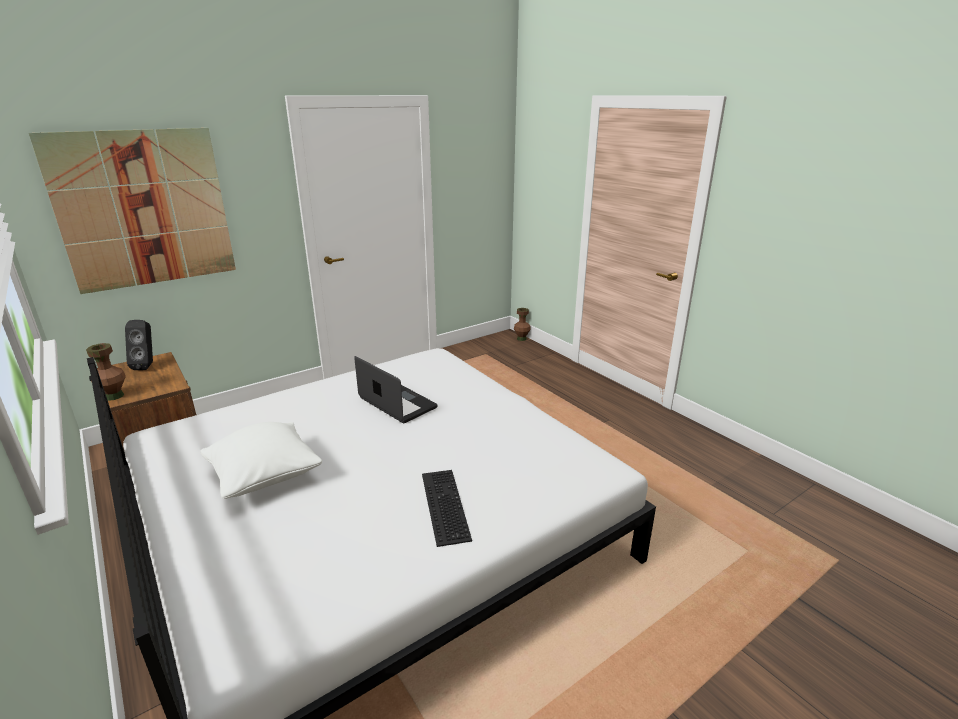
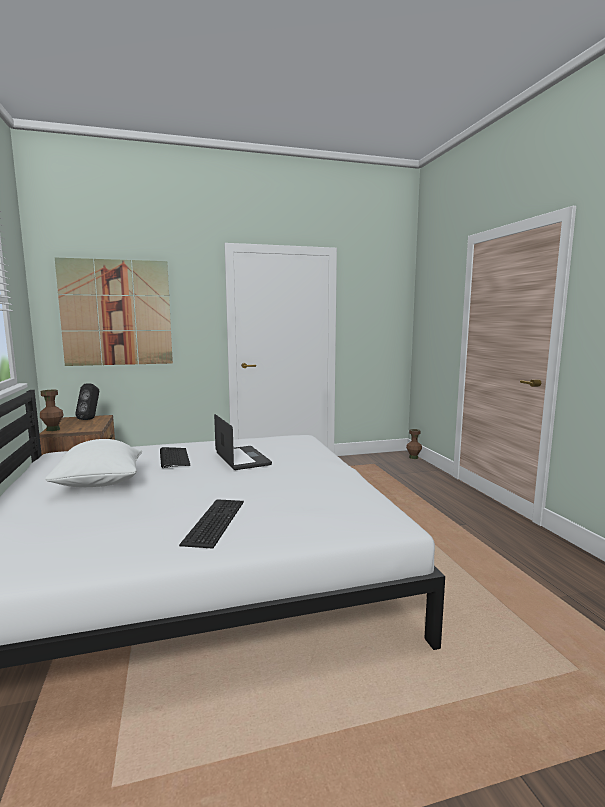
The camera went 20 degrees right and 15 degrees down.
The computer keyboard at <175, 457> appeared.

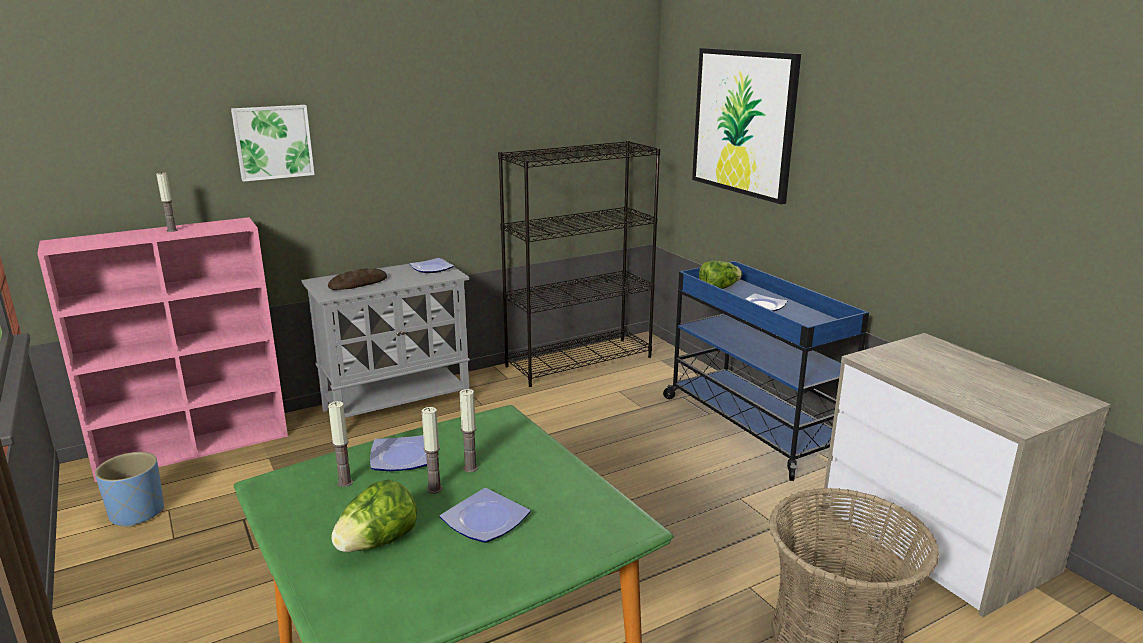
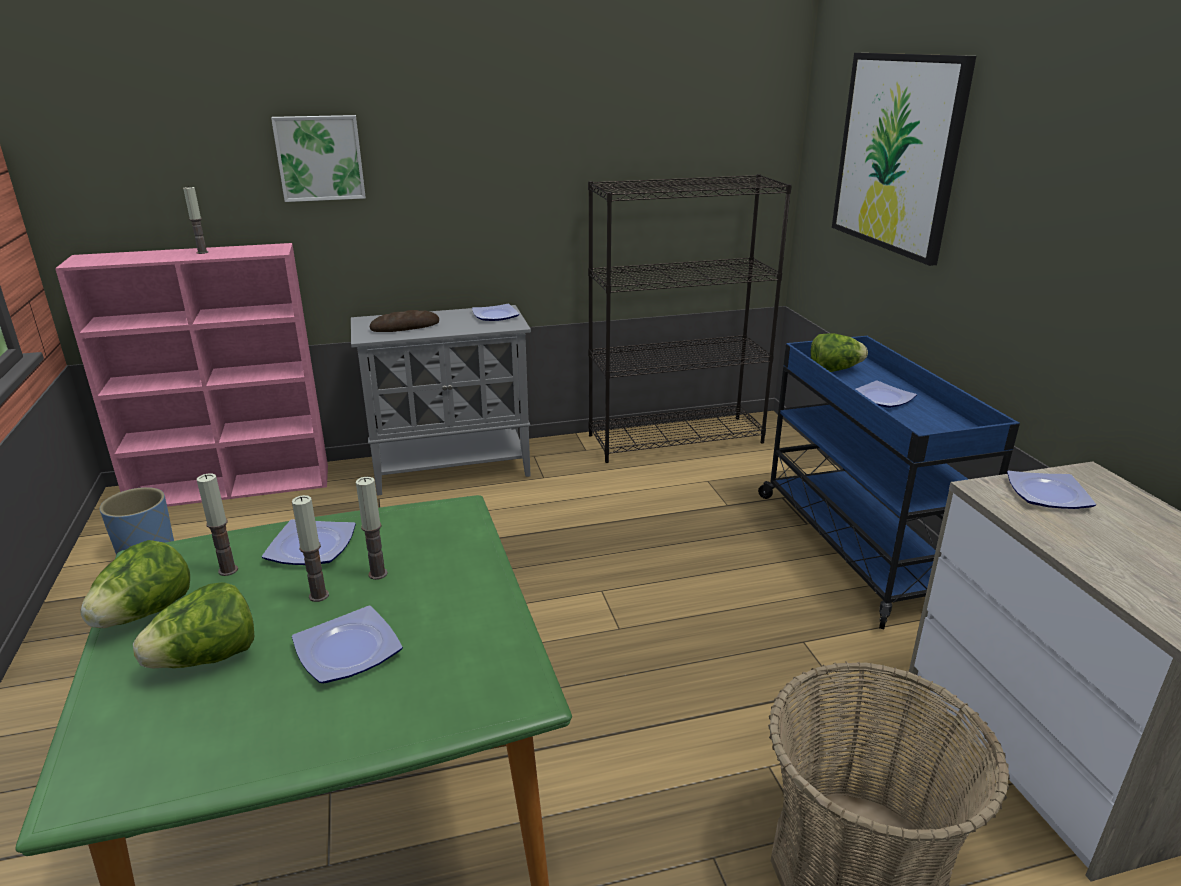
The camera went 15 degrees right and 5 degrees up.
The lettuce at <135, 584> appeared.
The dinner plate at <1051, 490> appeared.

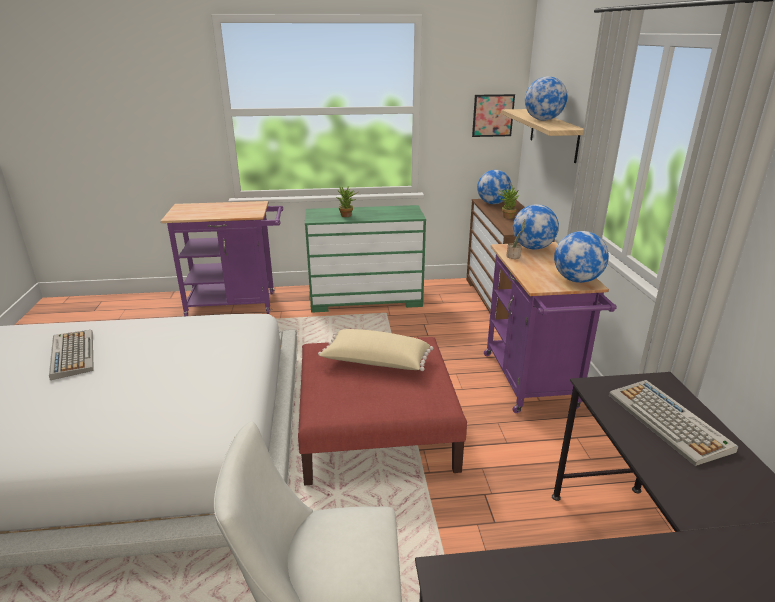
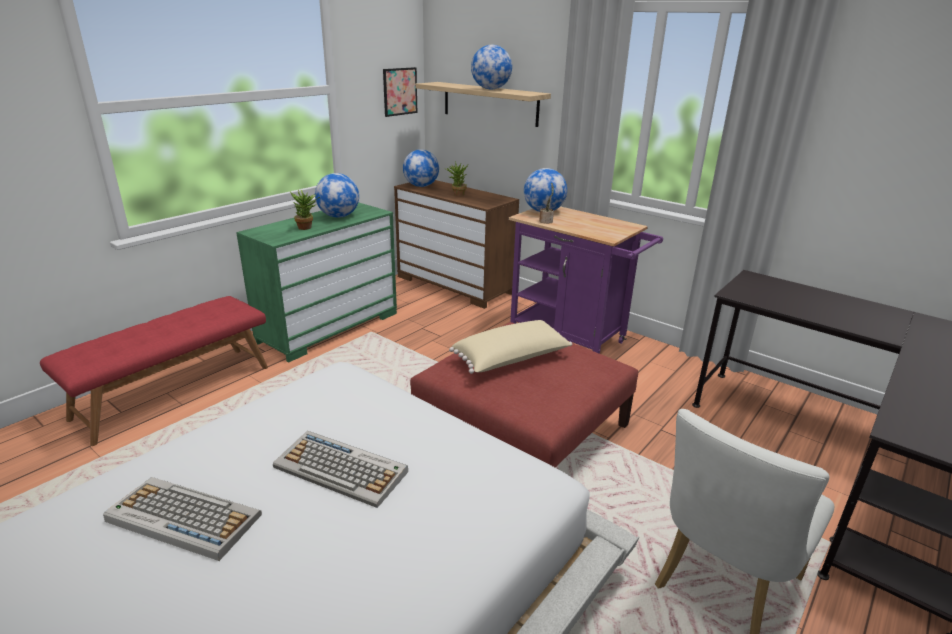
The camera went 45 degrees left and 0 degrees up.
The world globe moved from <581, 257> to <337, 195>.
The computer keyboard moved from <674, 423> to <340, 469>.
The purple cart at <222, 258> was replaced by the red indoor bench at <154, 371>.

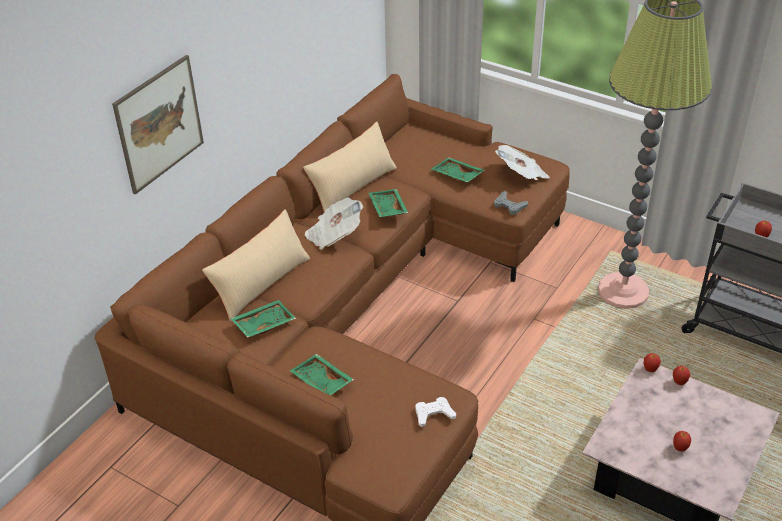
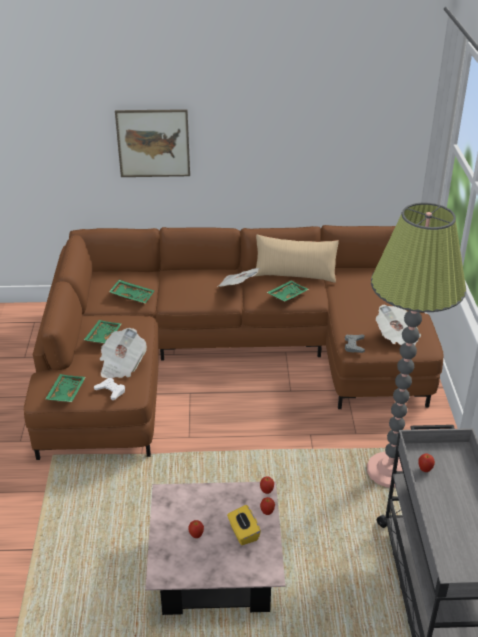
The camera went 55 degrees right and 5 degrees down.
The beige-coloured cushion at <256, 265> disappeared.
The newspaper at <123, 353> appeared.
The yellow-coloured tissue holder at <244, 525> appeared.
The green carrying tray moved from <458, 169> to <65, 388>.

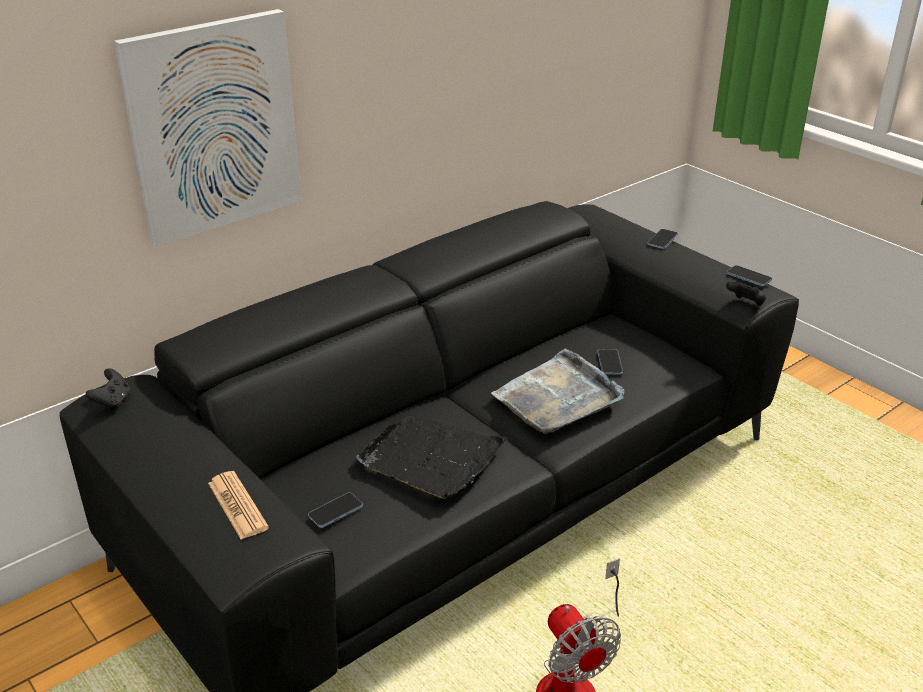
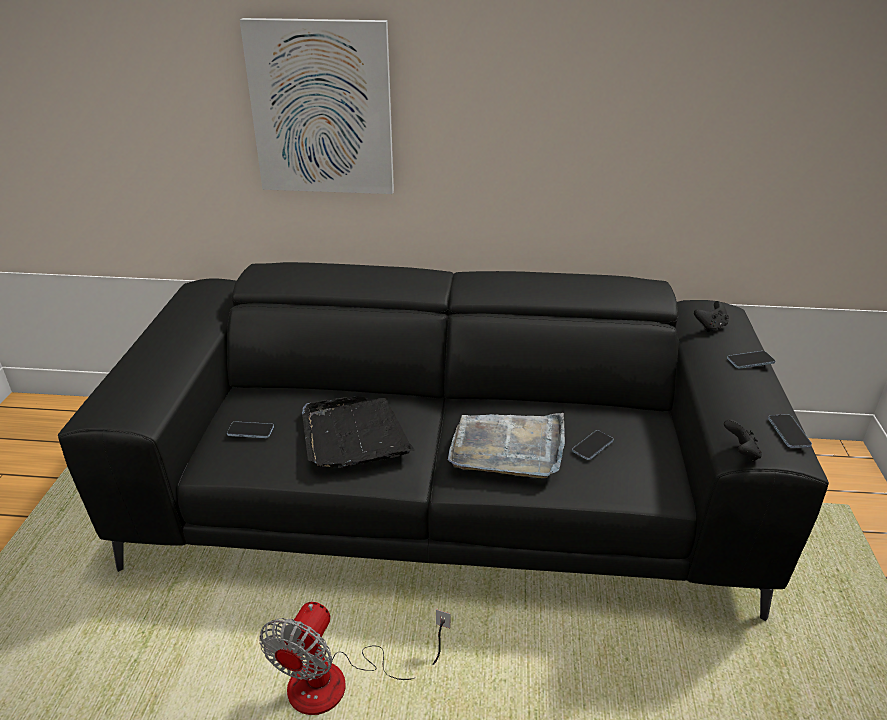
The camera went 45 degrees right and 0 degrees up.
The newspaper at <238, 505> disappeared.
The black-coloured joypad moved from <108, 389> to <711, 316>.

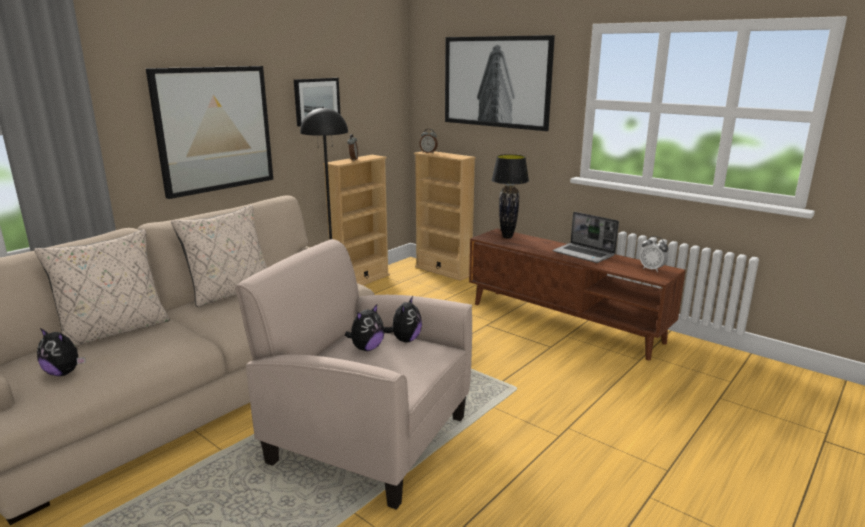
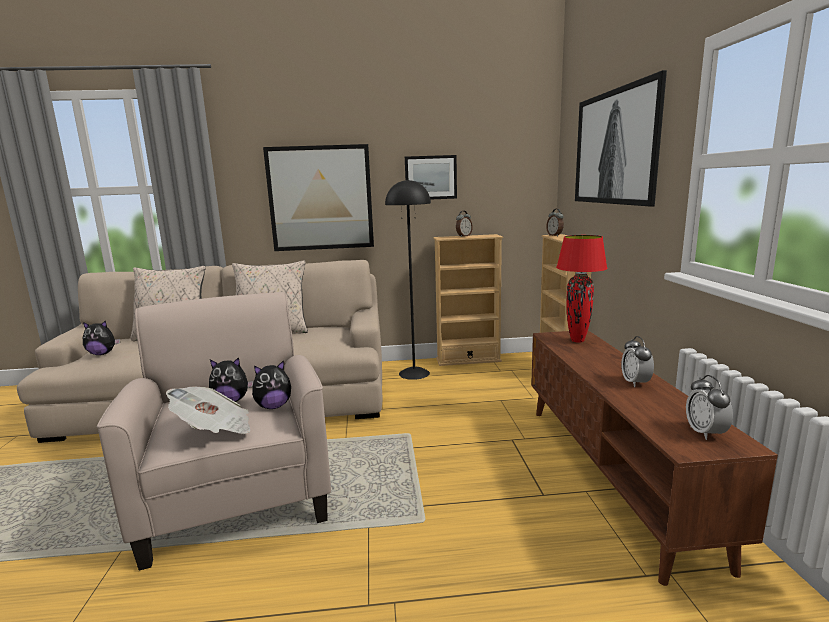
The camera went 45 degrees right and 5 degrees down.
The newspaper at <208, 410> appeared.
The laptop at <585, 237> was replaced by the table clock at <637, 361>.
The black-coloured table lamp at <510, 196> became the red table lamp at <582, 289>.
The cuddly toy at <61, 352> turned 75 degrees counterclockwise.

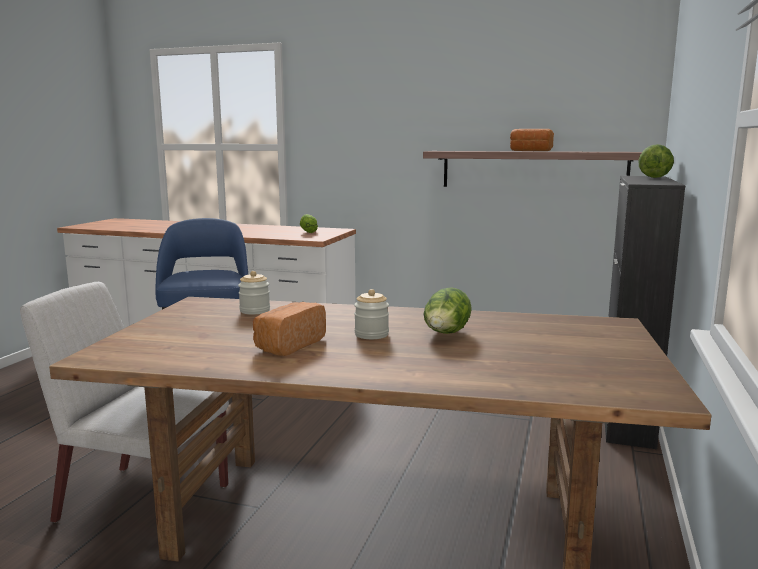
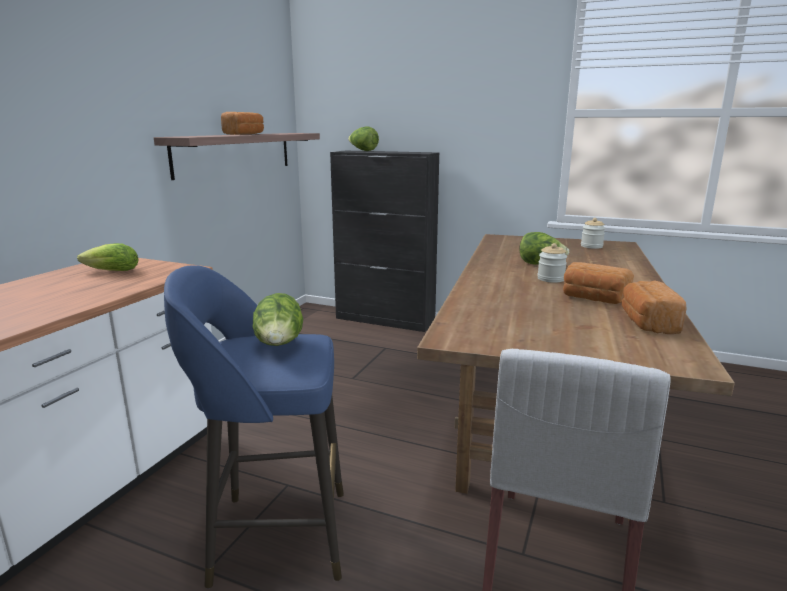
The camera went 85 degrees left and 5 degrees up.
The lettuce at <277, 319> appeared.
The bread at <654, 307> appeared.
The preserve jar moved from <254, 293> to <593, 233>.

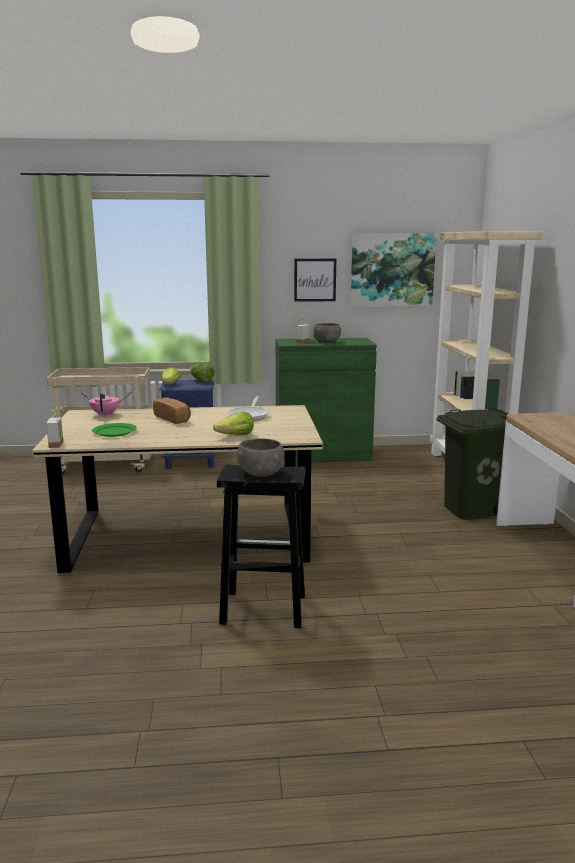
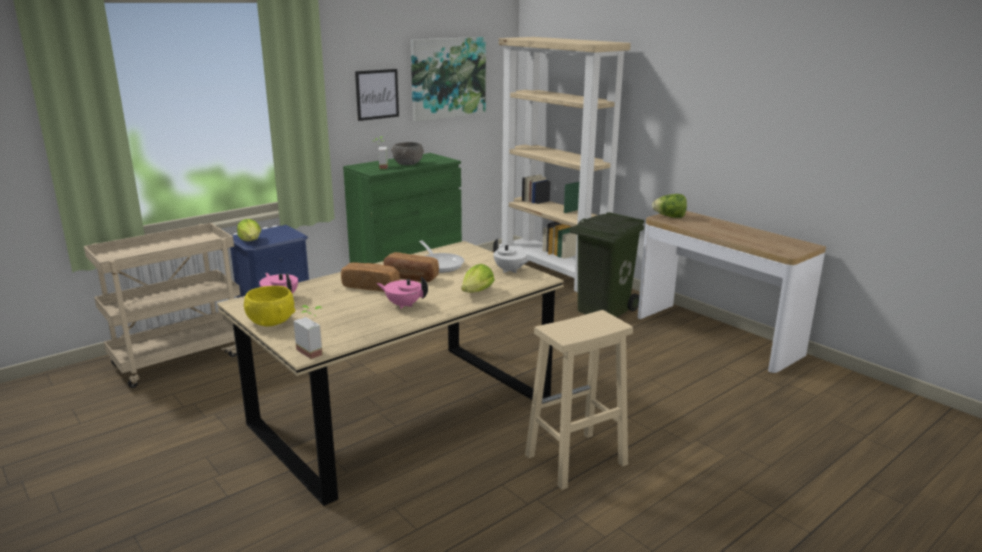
The camera went 35 degrees left and 5 degrees up.
The green dinner plate at <114, 430> disappeared.
The greyish deep dish at <261, 457> disappeared.
The yellow-coloured deep dish at <269, 306> appeared.
The pink-coloured teapot at <402, 293> appeared.
The bread at <411, 267> appeared.
The whitish teapot at <511, 256> appeared.
The lettuce moved from <202, 372> to <669, 206>.
The black-coloured stool at <261, 546> became the beige-coloured stool at <579, 400>.

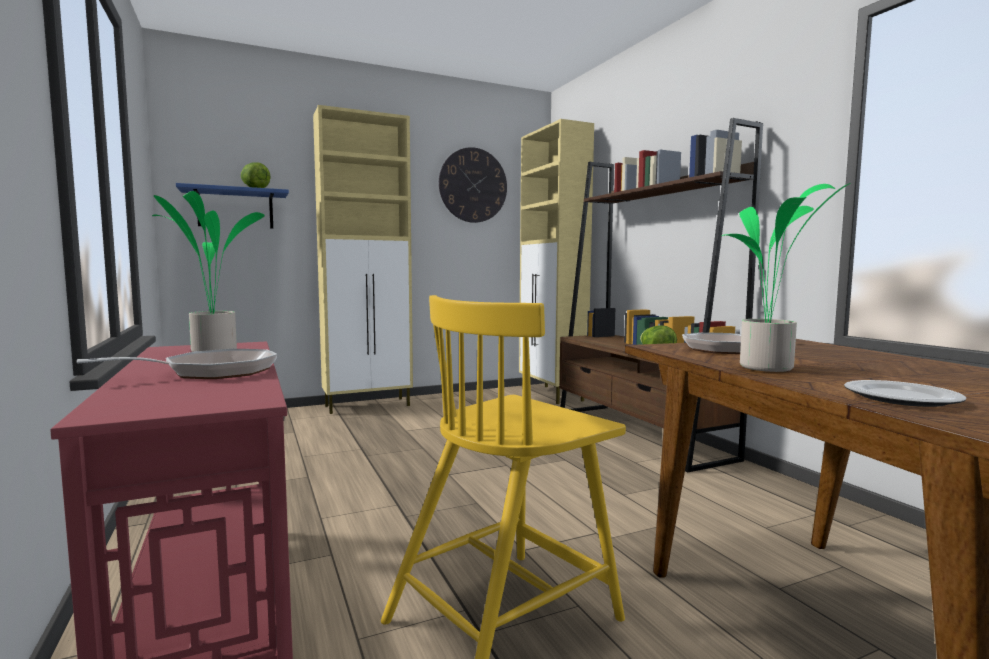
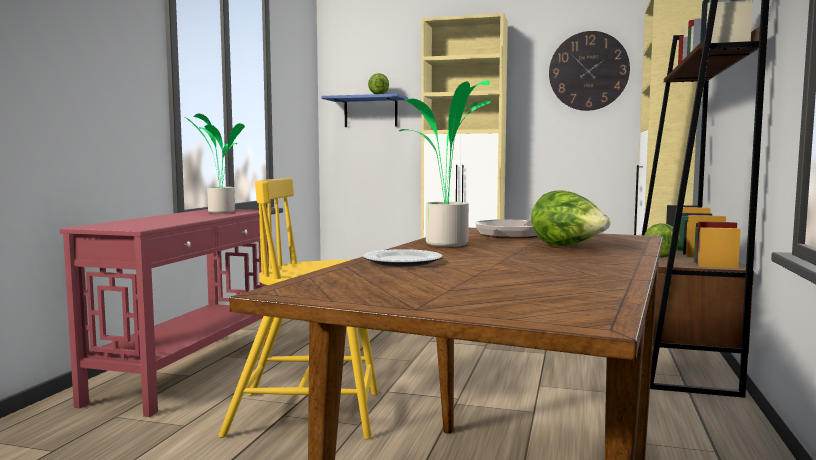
The camera went 40 degrees right and 0 degrees up.
The skillet at <177, 364> disappeared.
The lettuce at <571, 218> appeared.

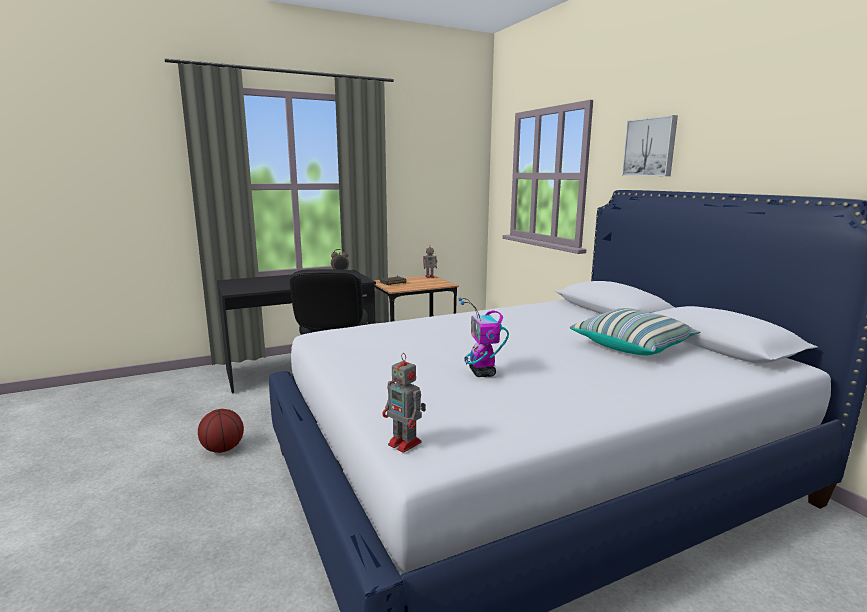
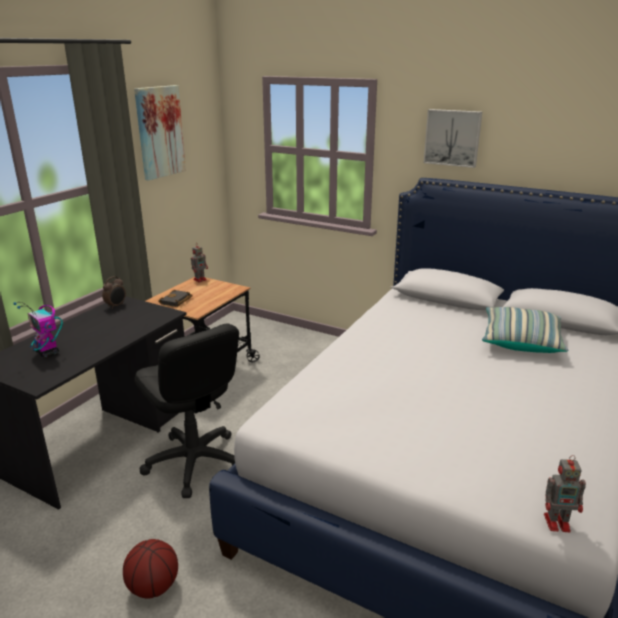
The camera went 35 degrees left and 10 degrees up.
The wall art at <160, 133> appeared.
The model robot moved from <484, 337> to <38, 330>.

